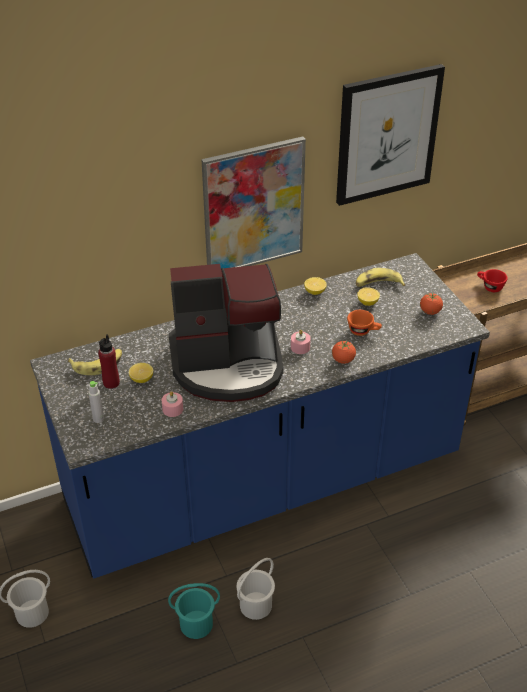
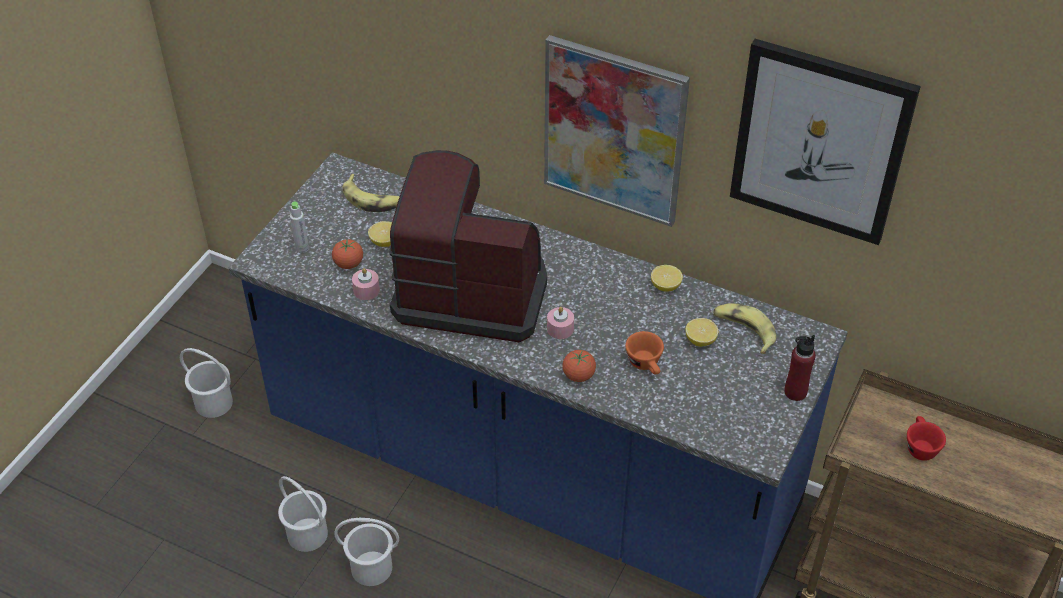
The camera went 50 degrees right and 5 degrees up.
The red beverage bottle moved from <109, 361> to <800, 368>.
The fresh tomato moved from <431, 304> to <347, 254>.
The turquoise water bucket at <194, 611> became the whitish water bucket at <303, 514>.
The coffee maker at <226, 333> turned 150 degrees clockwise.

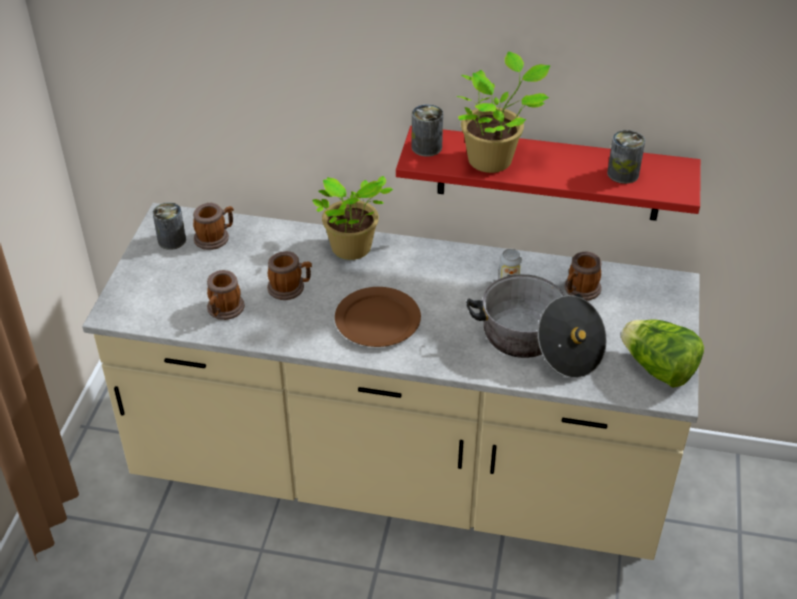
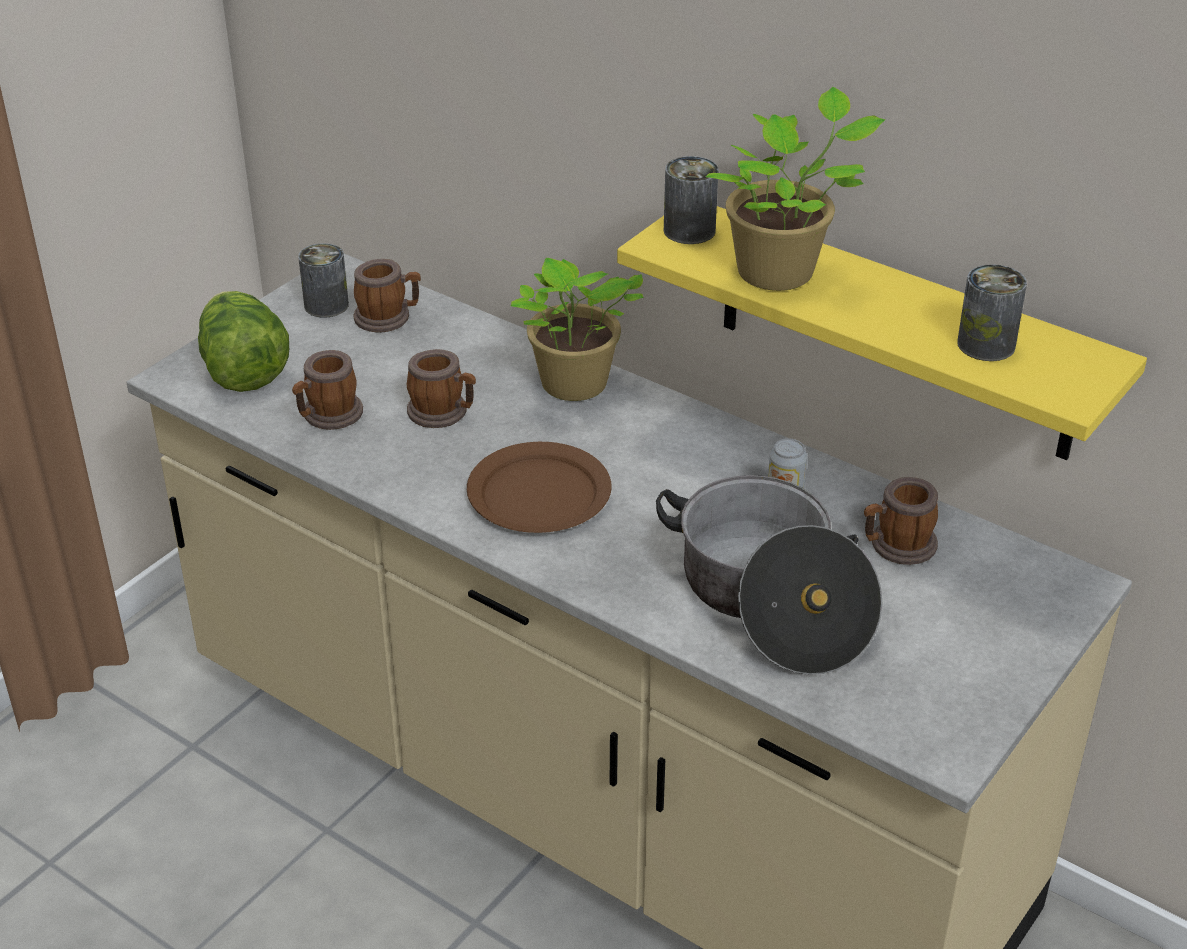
The camera went 25 degrees right and 5 degrees down.
The lettuce moved from <662, 353> to <243, 341>.
The red wall shelf at <548, 173> became the yellow-coloured wall shelf at <882, 333>.

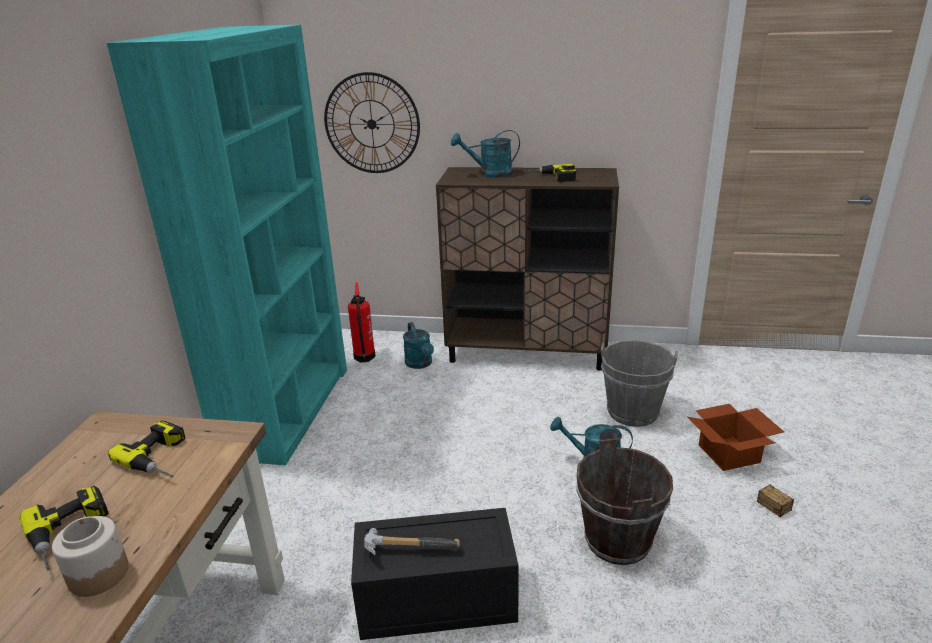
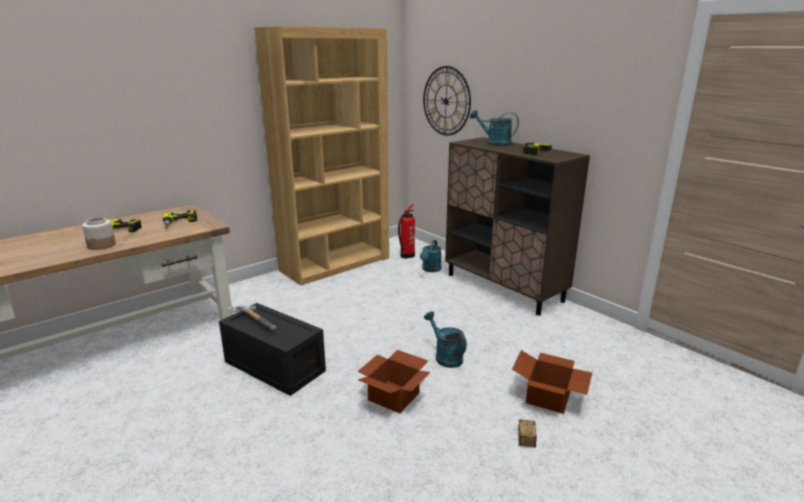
The camera went 40 degrees right and 5 degrees down.
The greyish water bucket at <639, 383> disappeared.
The brown-coloured water bucket at <624, 501> was replaced by the cardboard box at <394, 381>.
The turquoise bookshelf at <227, 244> became the brown-coloured bookshelf at <321, 155>.

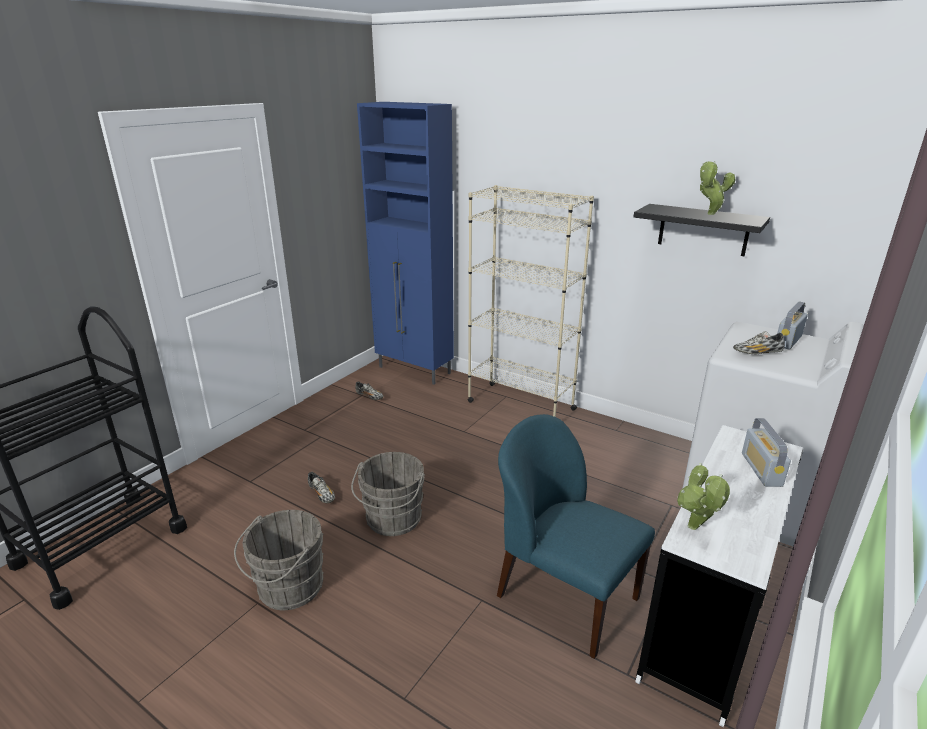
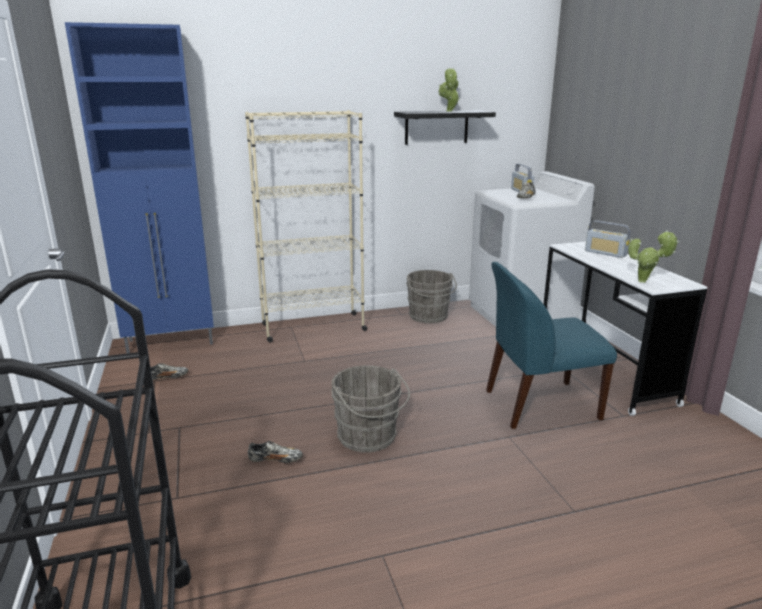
The camera went 50 degrees left and 5 degrees down.
The greyish water bucket moved from <279, 560> to <431, 296>.

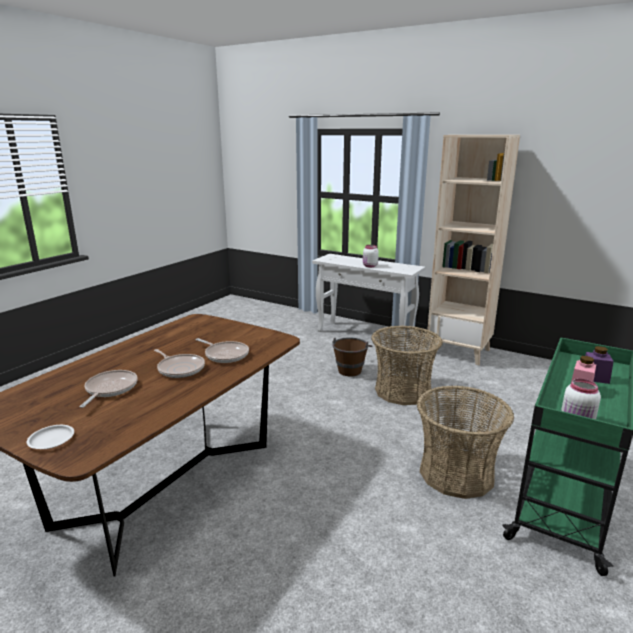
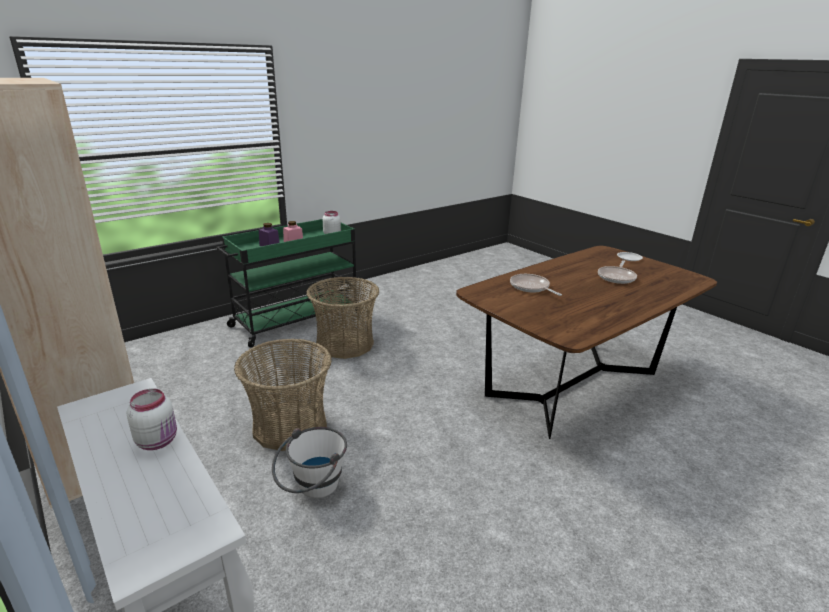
The camera went 160 degrees left and 5 degrees up.
The skillet at <179, 363> disappeared.
The brown-coloured water bucket at <352, 356> became the whitish water bucket at <309, 462>.

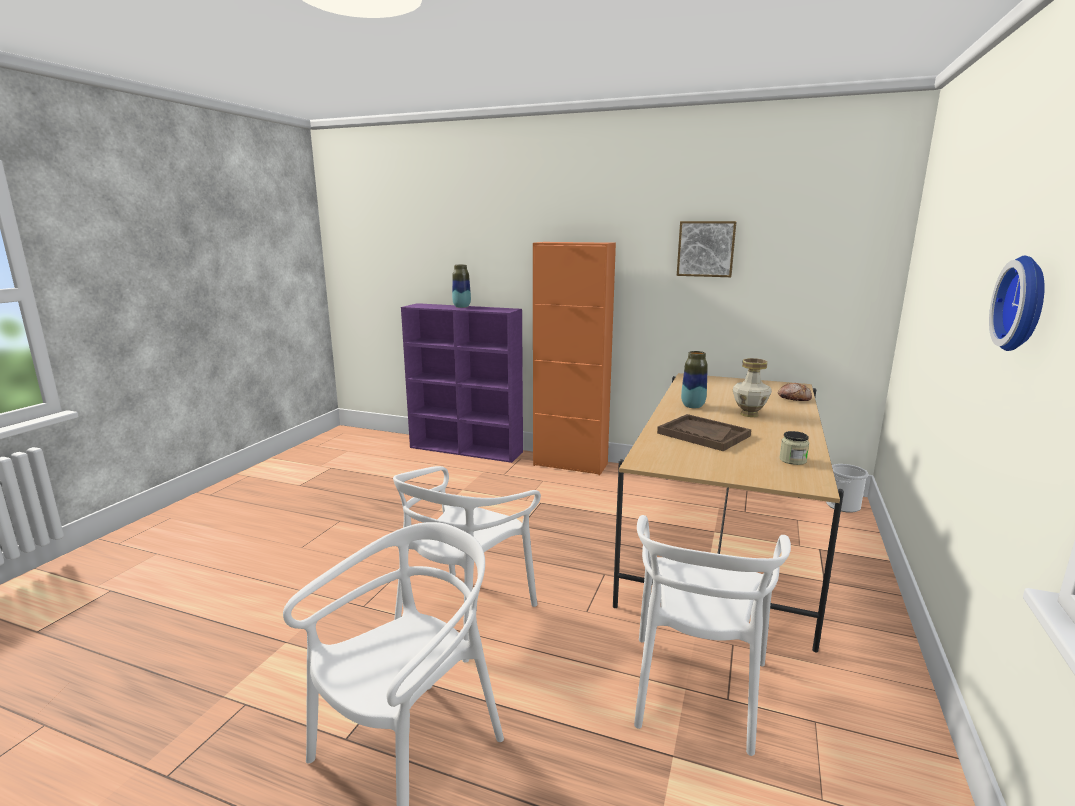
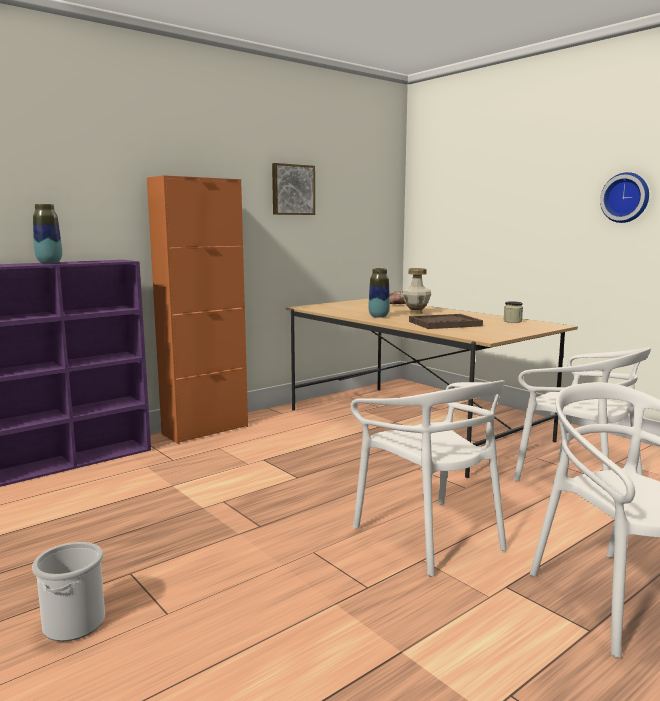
The camera went 60 degrees left and 5 degrees down.
The water bucket moved from <847, 488> to <68, 591>.

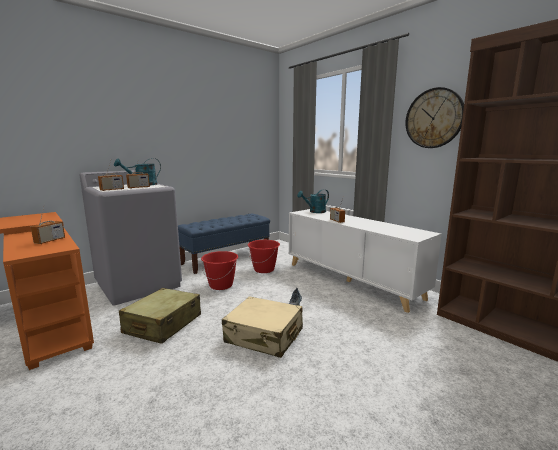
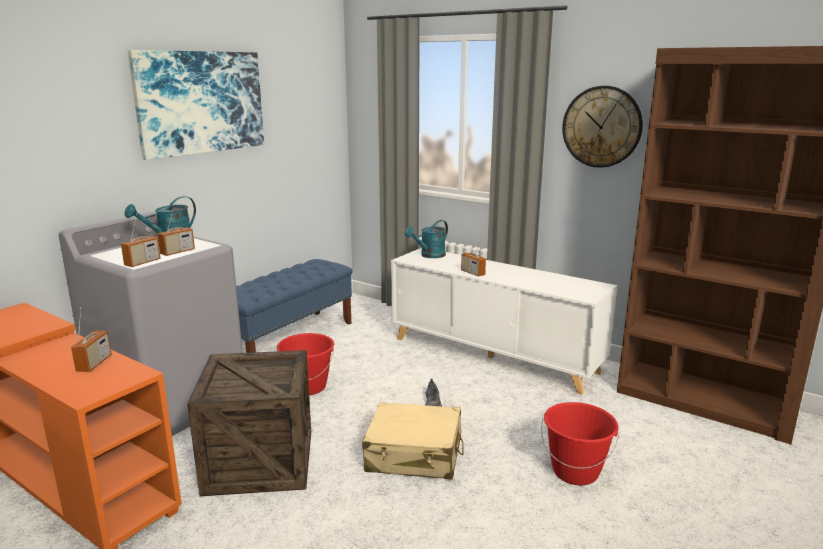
The camera went 15 degrees left and 5 degrees up.
The wall art at <196, 105> appeared.
The red water bucket moved from <264, 256> to <580, 443>.
The beige-coloured travel case at <160, 316> was replaced by the packing crate at <249, 423>.

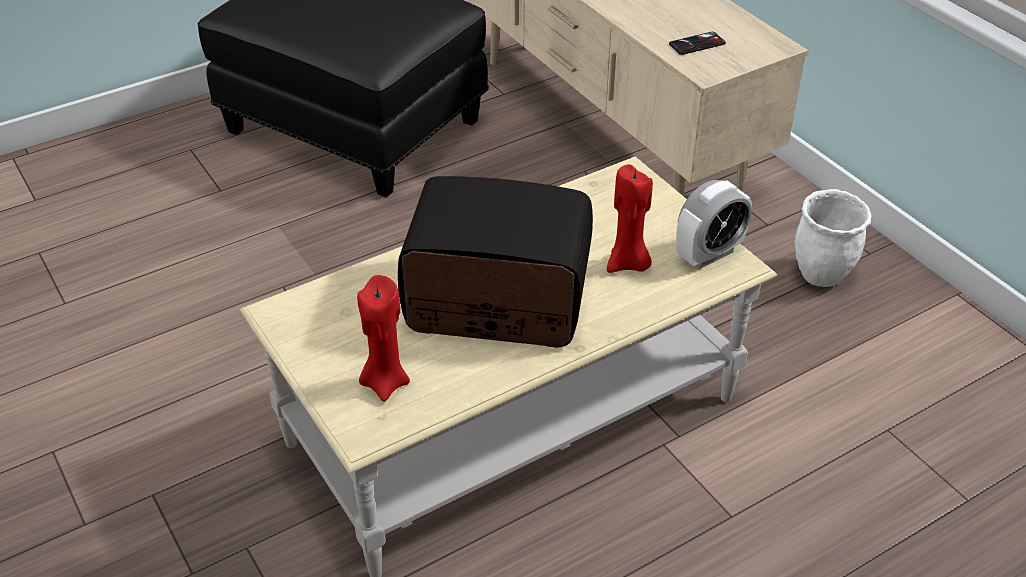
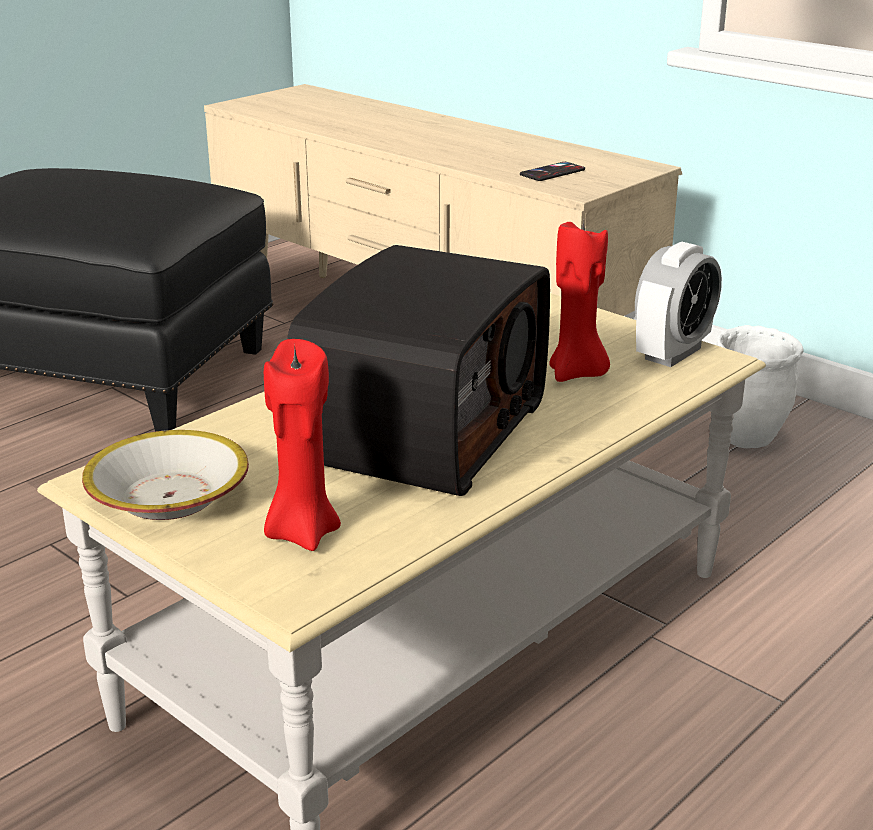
The camera went 15 degrees left and 15 degrees down.
The deep dish at <165, 475> appeared.
The radio set at <495, 262> turned 120 degrees clockwise.

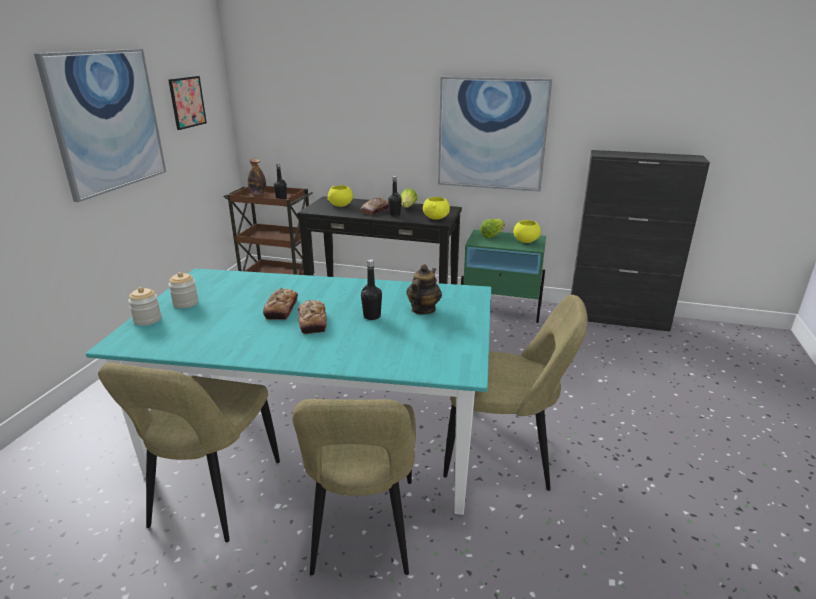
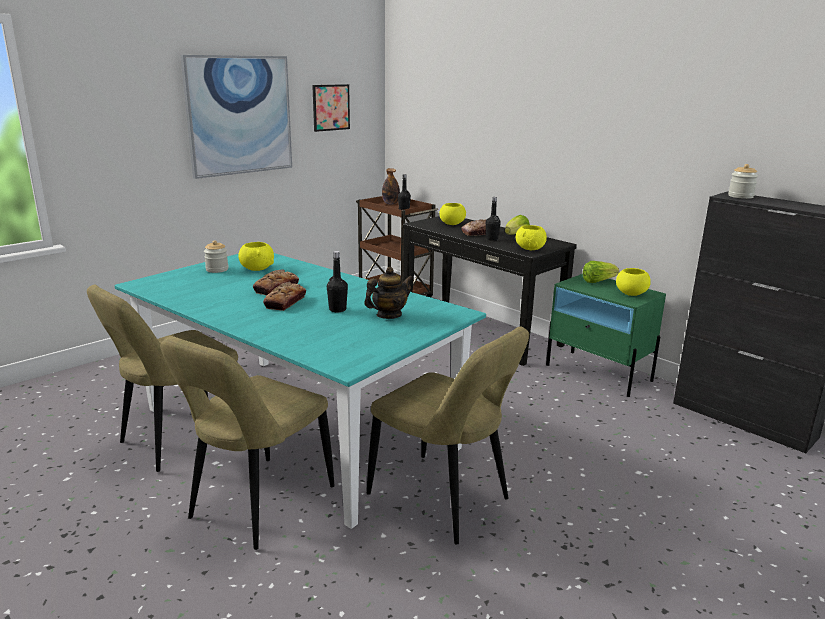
The camera went 30 degrees right and 5 degrees down.
The wall art at <495, 134> disappeared.
The yellow-coloured deep dish at <256, 256> appeared.
The preserve jar moved from <144, 306> to <743, 181>.

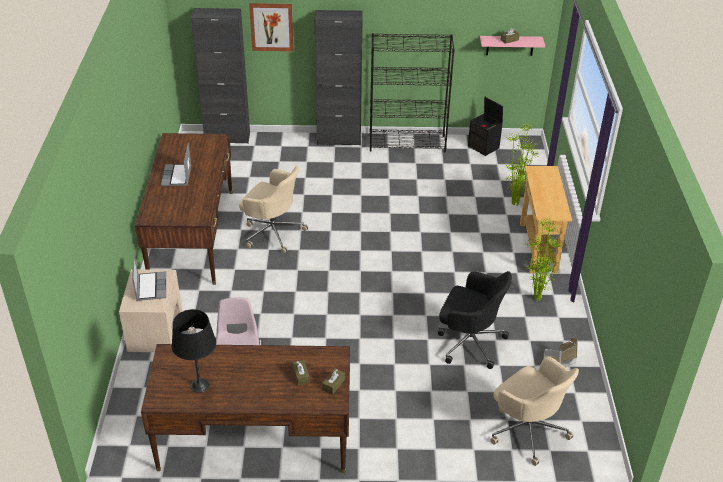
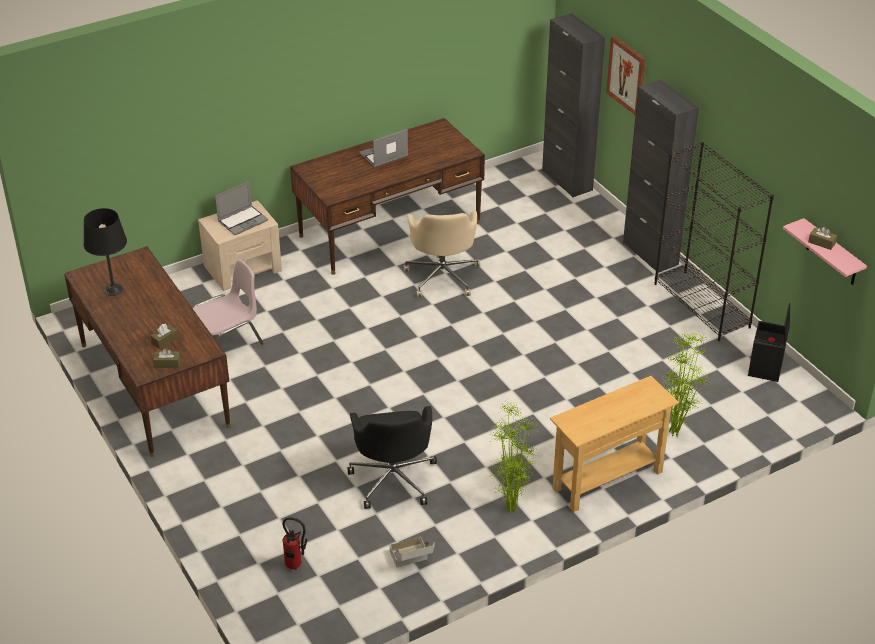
The camera went 60 degrees right and 0 degrees up.
The beige-coloured office chair at <535, 411> was replaced by the fire extinguisher at <294, 543>.

